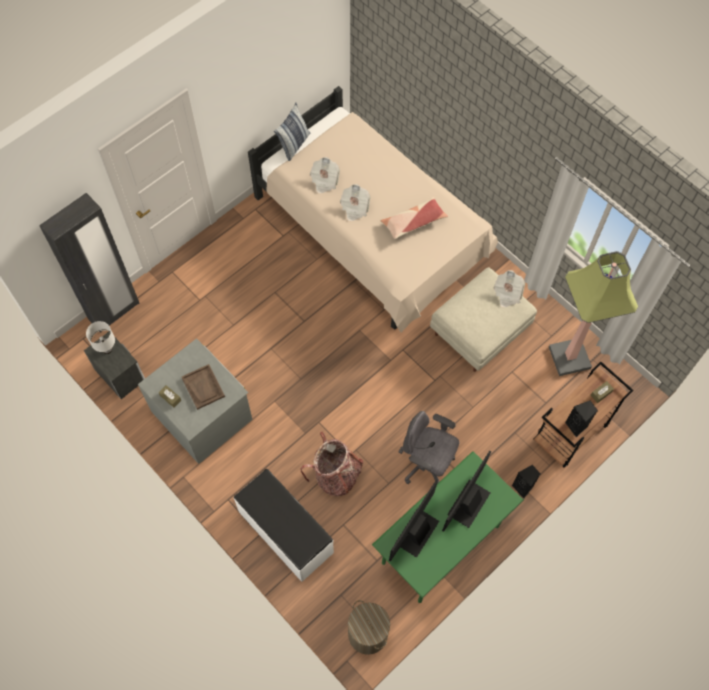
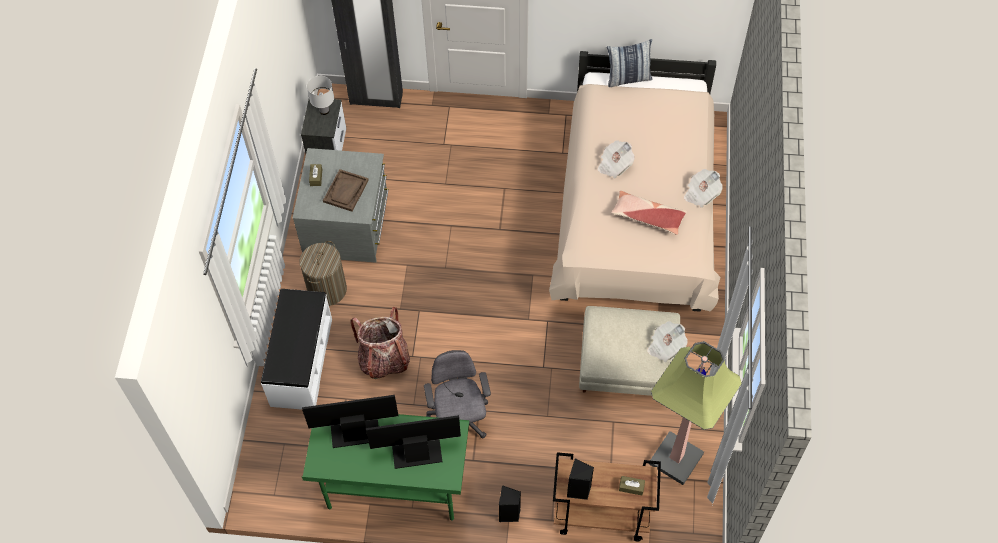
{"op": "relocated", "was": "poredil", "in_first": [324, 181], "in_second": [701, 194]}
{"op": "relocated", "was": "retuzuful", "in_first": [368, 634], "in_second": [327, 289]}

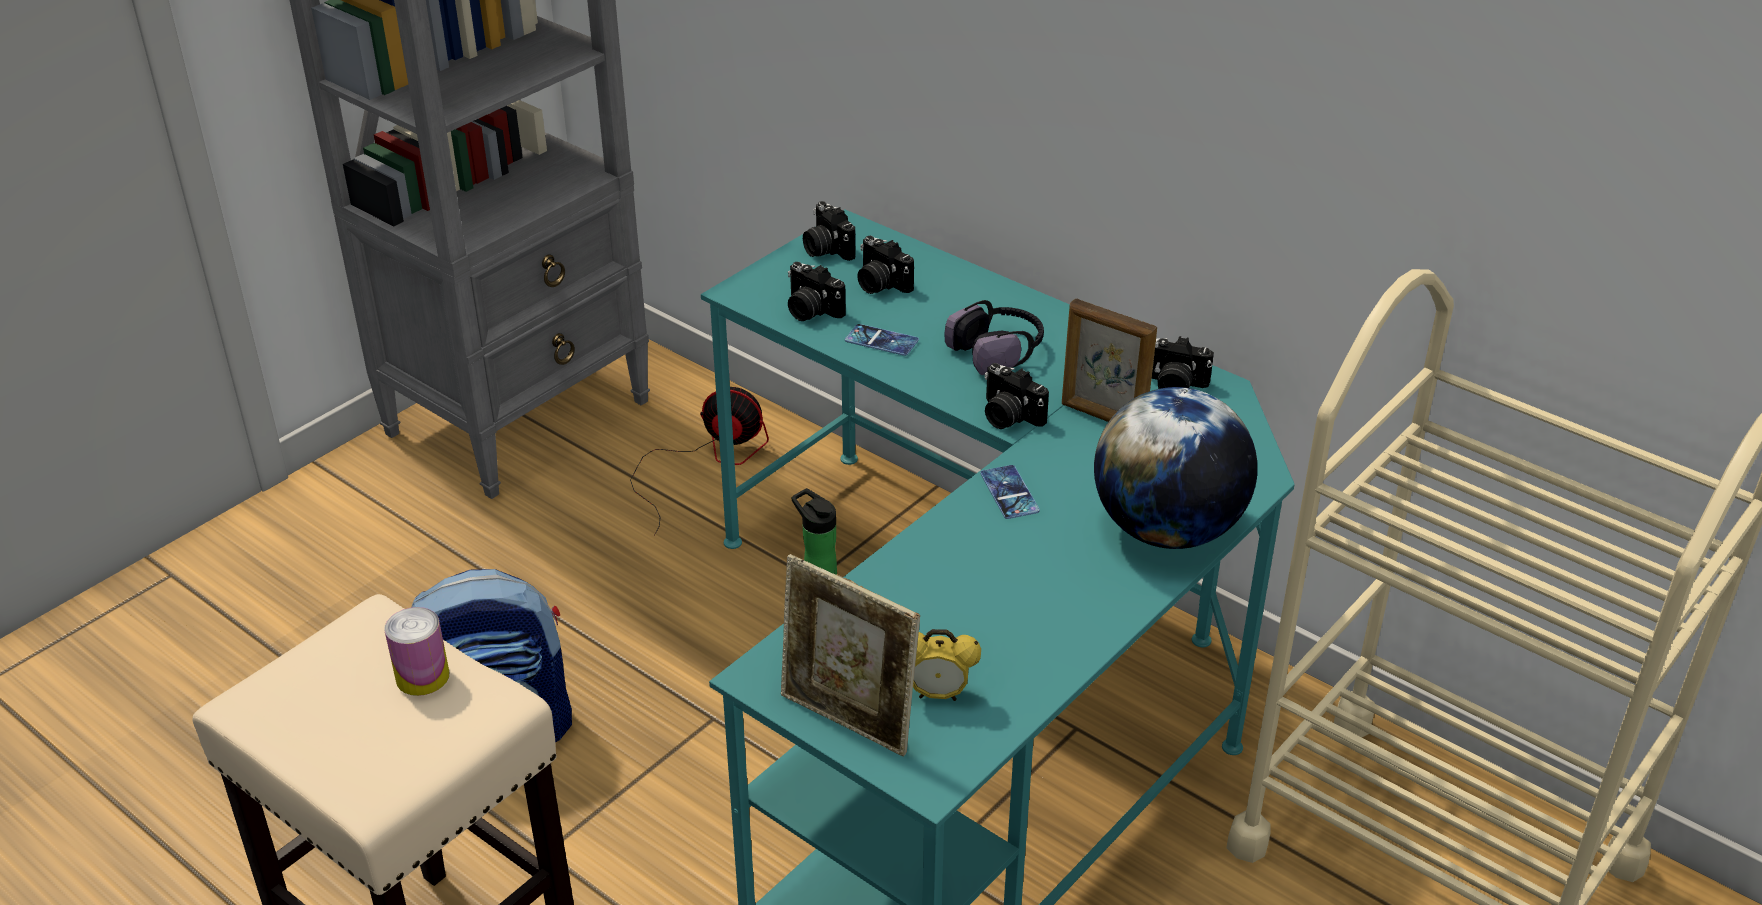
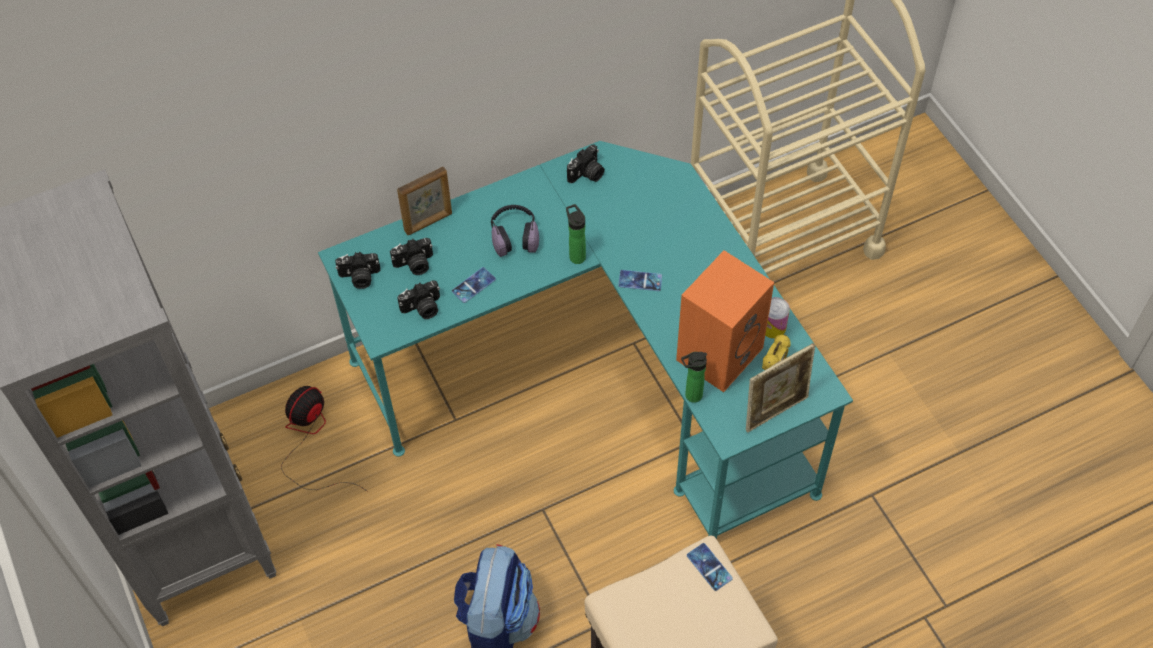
{"op": "missing", "was": "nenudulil", "in_first": [1167, 530]}
{"op": "appeared", "now": "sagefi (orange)", "in_second": [719, 351]}
{"op": "appeared", "now": "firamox", "in_second": [709, 567]}
{"op": "relocated", "was": "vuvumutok", "in_first": [422, 676], "in_second": [773, 327]}
{"op": "relocated", "was": "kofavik", "in_first": [1102, 417], "in_second": [429, 222]}
{"op": "exchanged", "was": "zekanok", "now": "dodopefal", "in_first": [1008, 416], "in_second": [576, 255]}

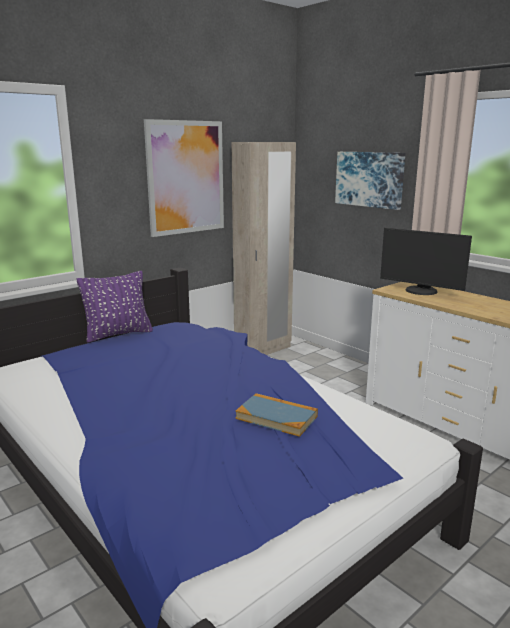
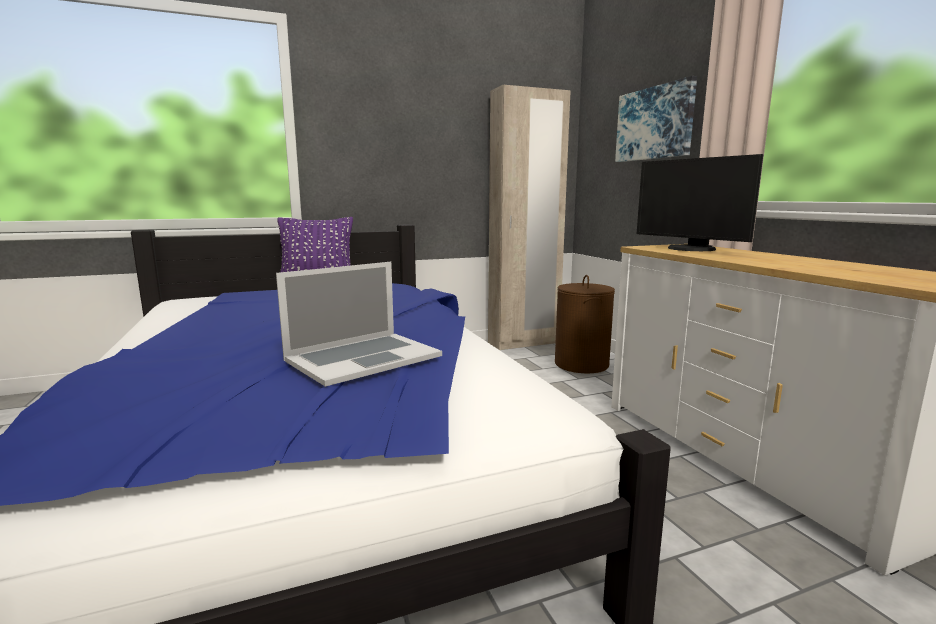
{"op": "missing", "was": "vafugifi", "in_first": [186, 177]}
{"op": "appeared", "now": "retuzuful (brown)", "in_second": [581, 364]}
{"op": "exchanged", "was": "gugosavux", "now": "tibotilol", "in_first": [276, 417], "in_second": [363, 358]}

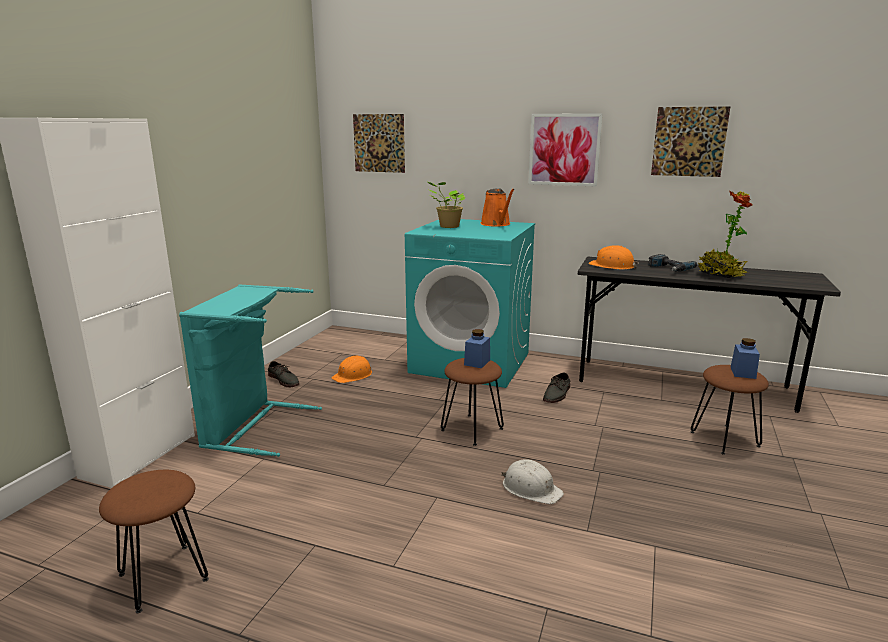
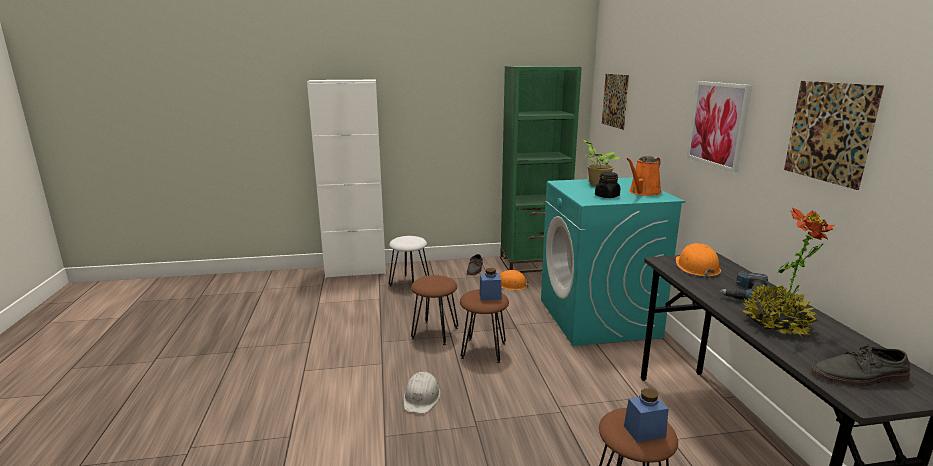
{"op": "appeared", "now": "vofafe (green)", "in_second": [533, 264]}
{"op": "appeared", "now": "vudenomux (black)", "in_second": [607, 196]}
{"op": "relocated", "was": "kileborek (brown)", "in_first": [163, 576], "in_second": [435, 333]}
{"op": "relocated", "was": "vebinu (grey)", "in_first": [557, 394], "in_second": [859, 376]}
{"op": "exchanged", "was": "retuzuful (turquoise)", "now": "kileborek (white)", "in_first": [252, 427], "in_second": [409, 283]}

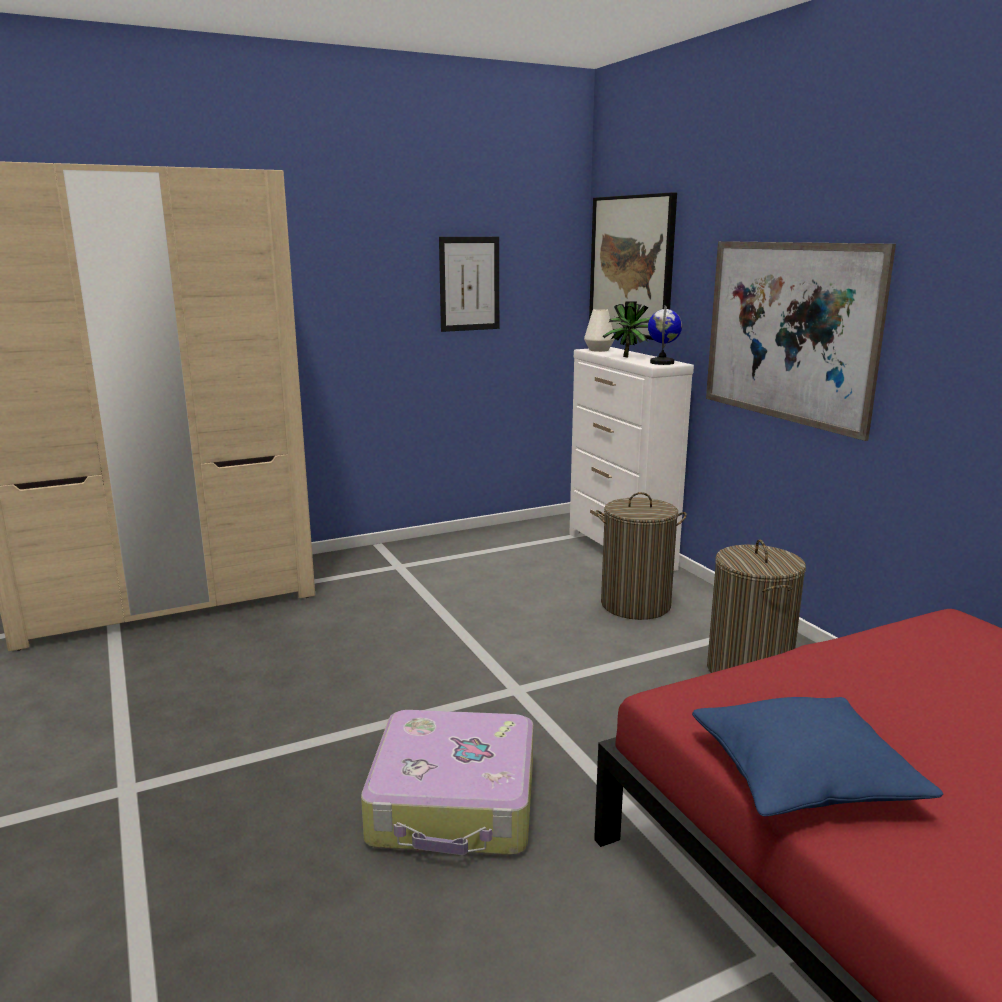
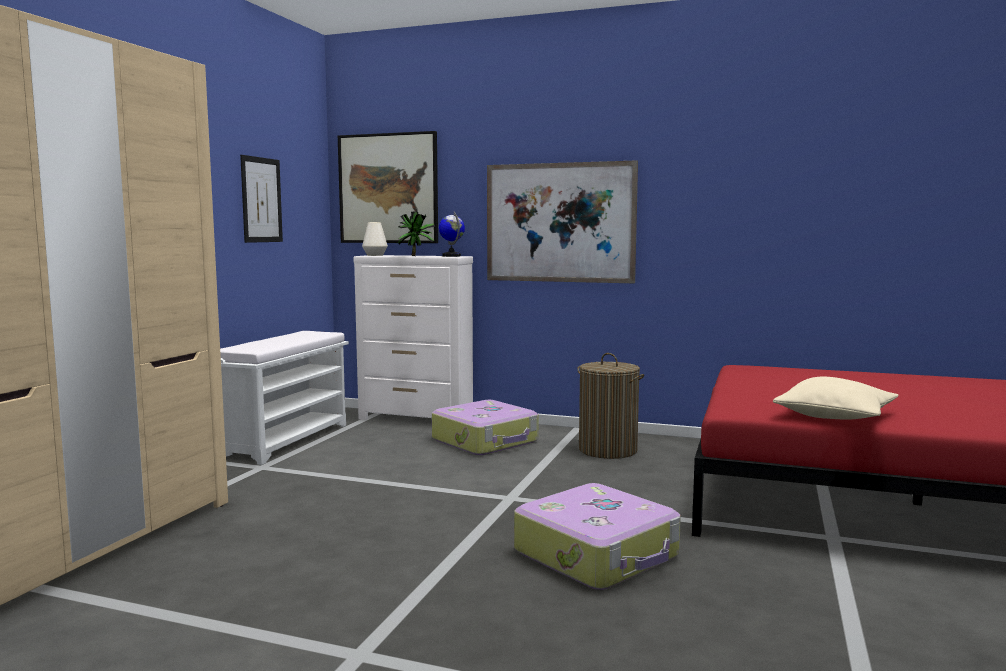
{"op": "appeared", "now": "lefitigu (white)", "in_second": [285, 440]}
{"op": "exchanged", "was": "retuzuful", "now": "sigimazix", "in_first": [636, 604], "in_second": [486, 441]}
{"op": "colour", "was": "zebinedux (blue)", "now": "zebinedux (beige)", "in_first": [803, 778], "in_second": [835, 416]}

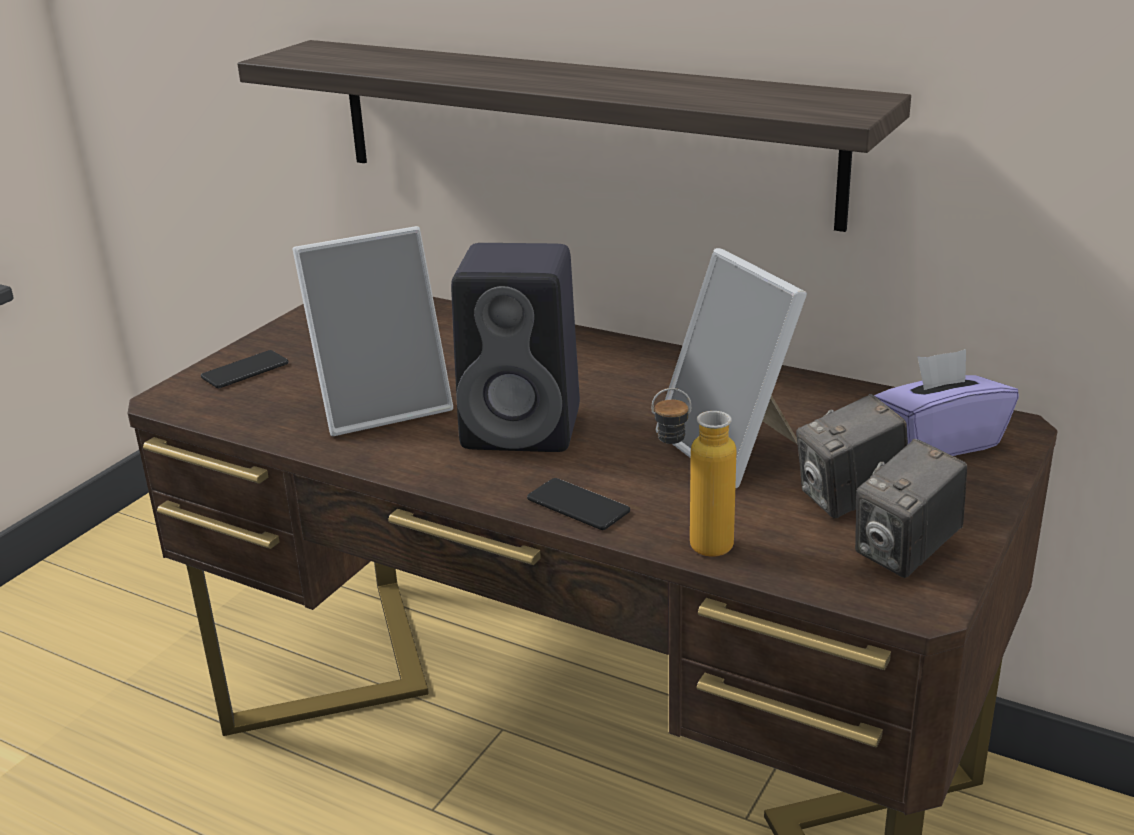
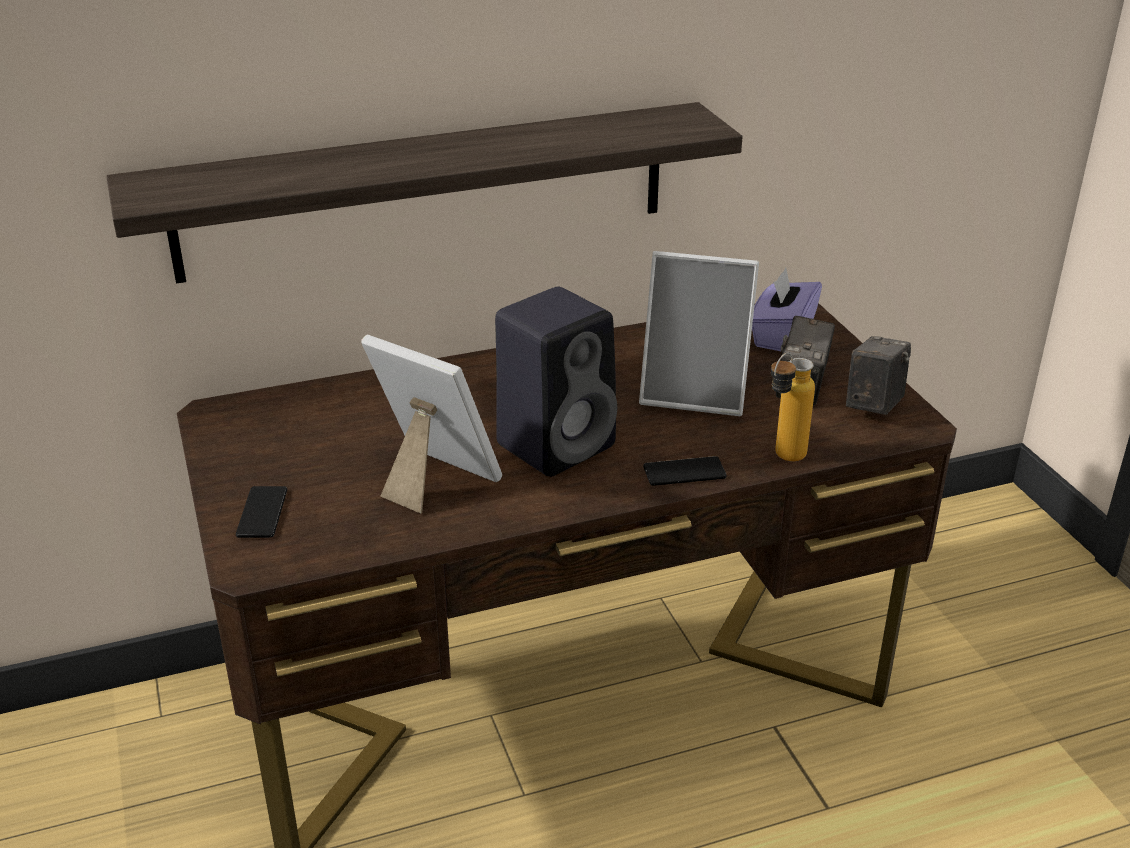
{"op": "spun", "was": "kofavik", "in_first": [383, 406], "in_second": [431, 480], "clockwise": -75}
{"op": "spun", "was": "zekanok", "in_first": [906, 553], "in_second": [873, 405], "clockwise": -150}

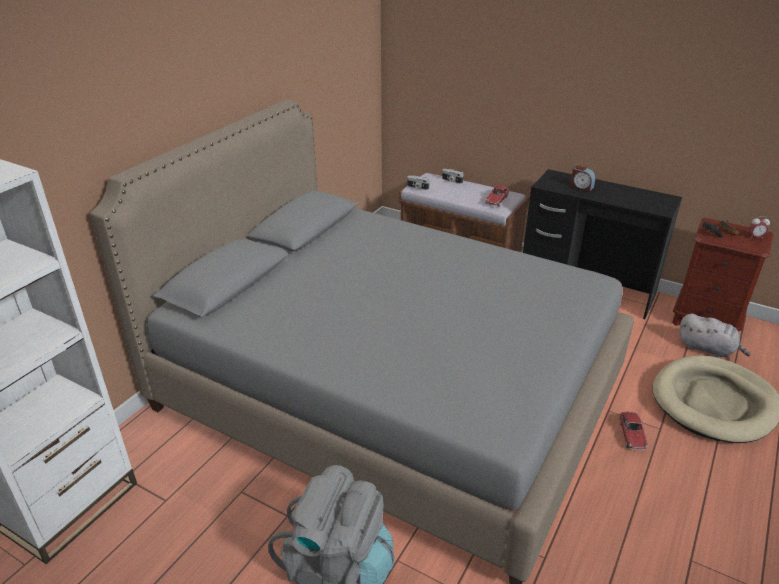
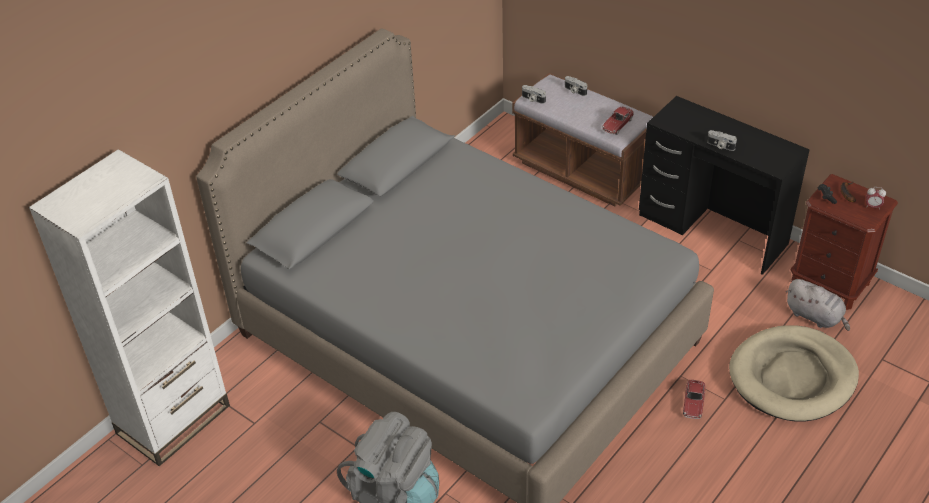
{"op": "missing", "was": "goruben", "in_first": [581, 186]}
{"op": "appeared", "now": "zekanok", "in_second": [720, 146]}

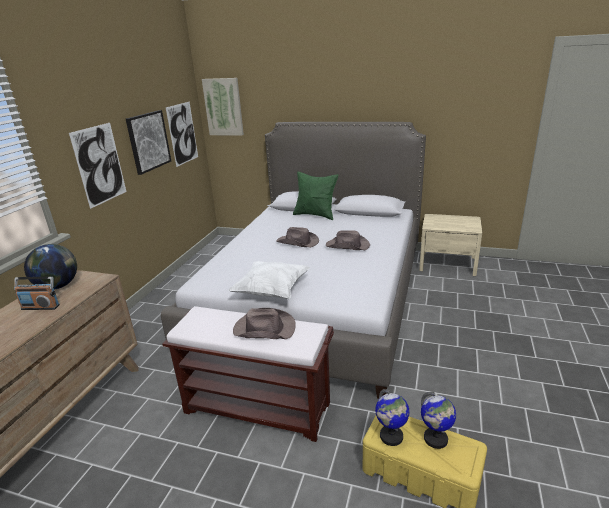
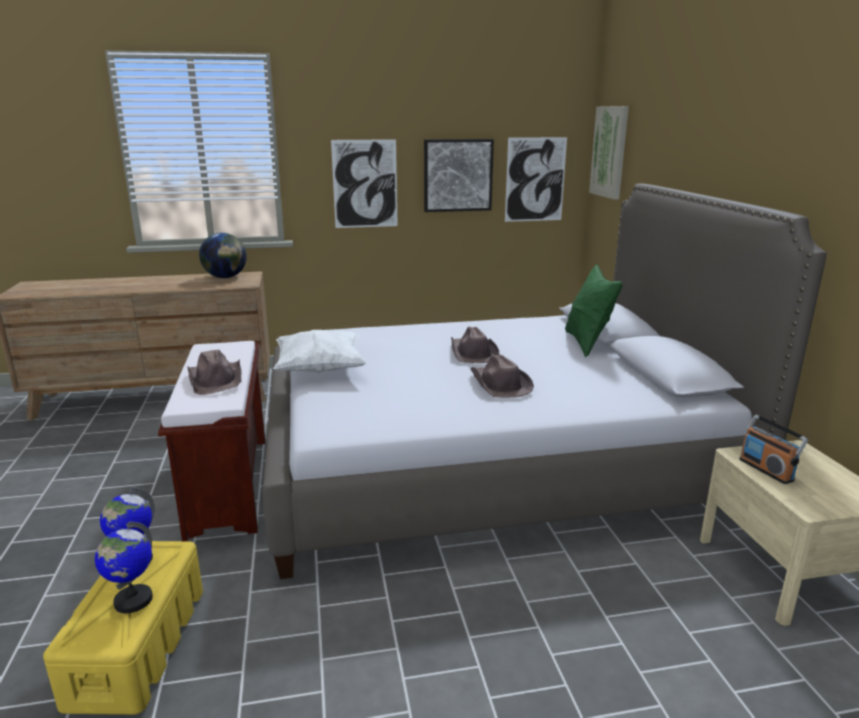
{"op": "relocated", "was": "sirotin", "in_first": [41, 307], "in_second": [766, 470]}

